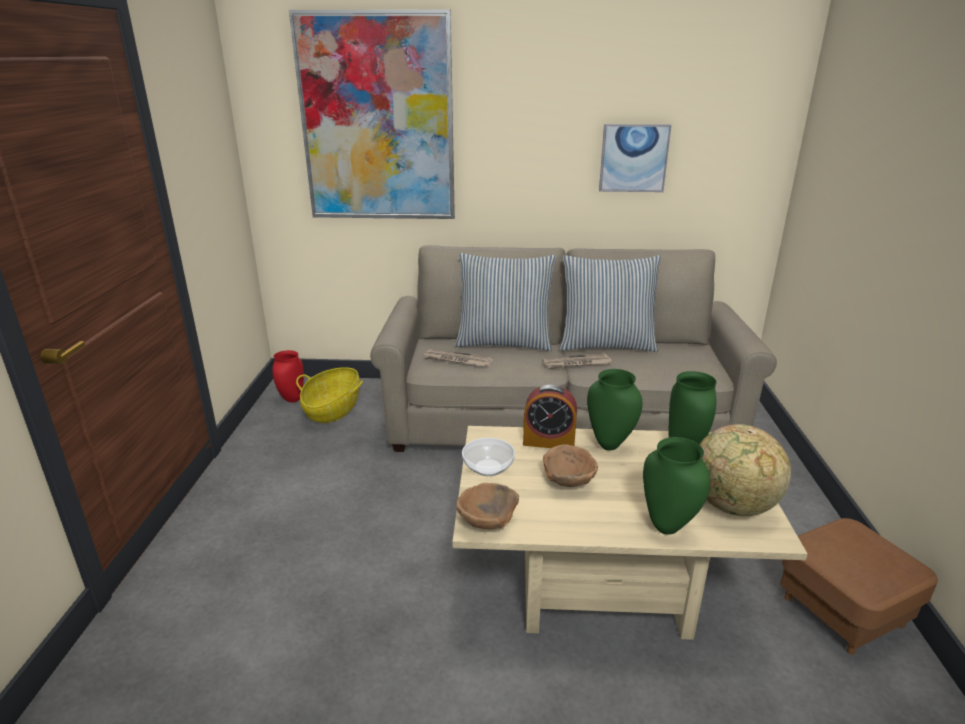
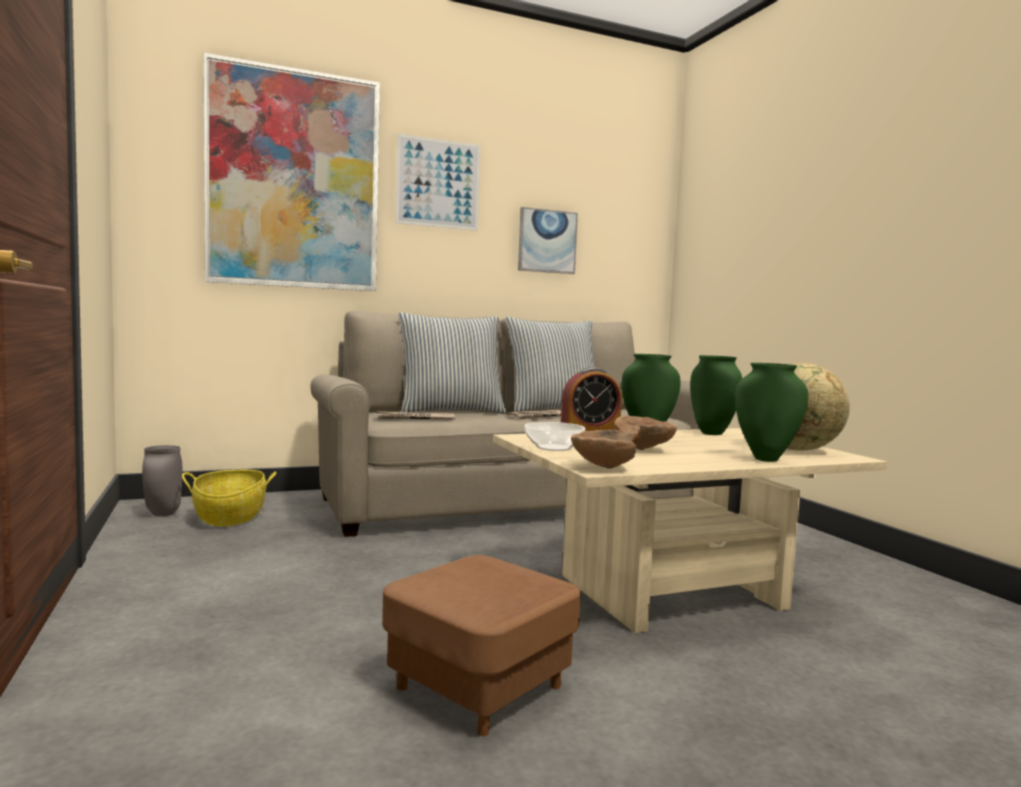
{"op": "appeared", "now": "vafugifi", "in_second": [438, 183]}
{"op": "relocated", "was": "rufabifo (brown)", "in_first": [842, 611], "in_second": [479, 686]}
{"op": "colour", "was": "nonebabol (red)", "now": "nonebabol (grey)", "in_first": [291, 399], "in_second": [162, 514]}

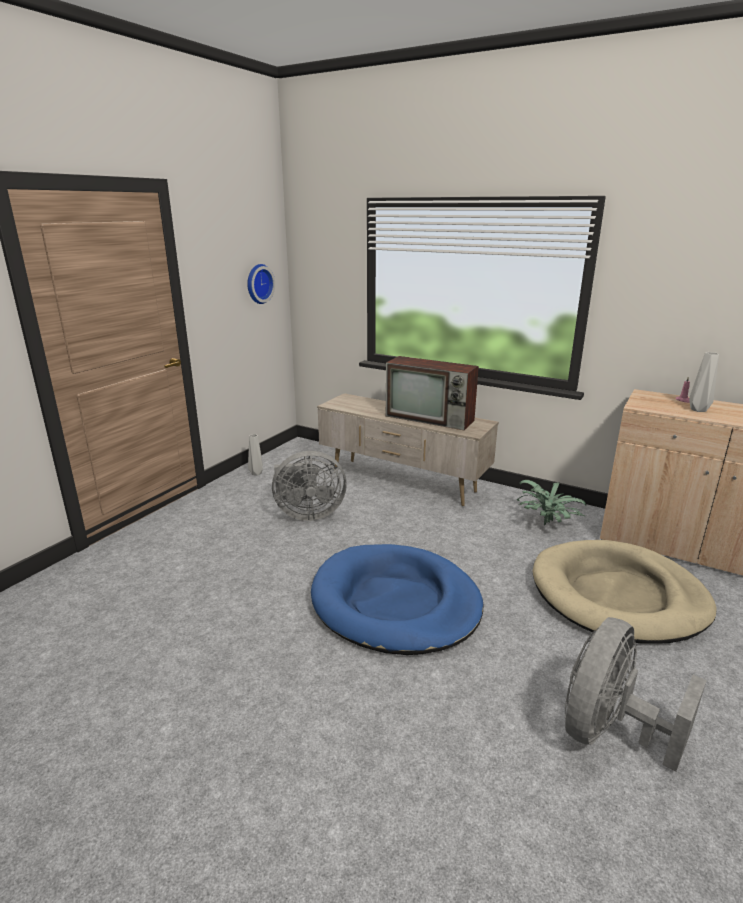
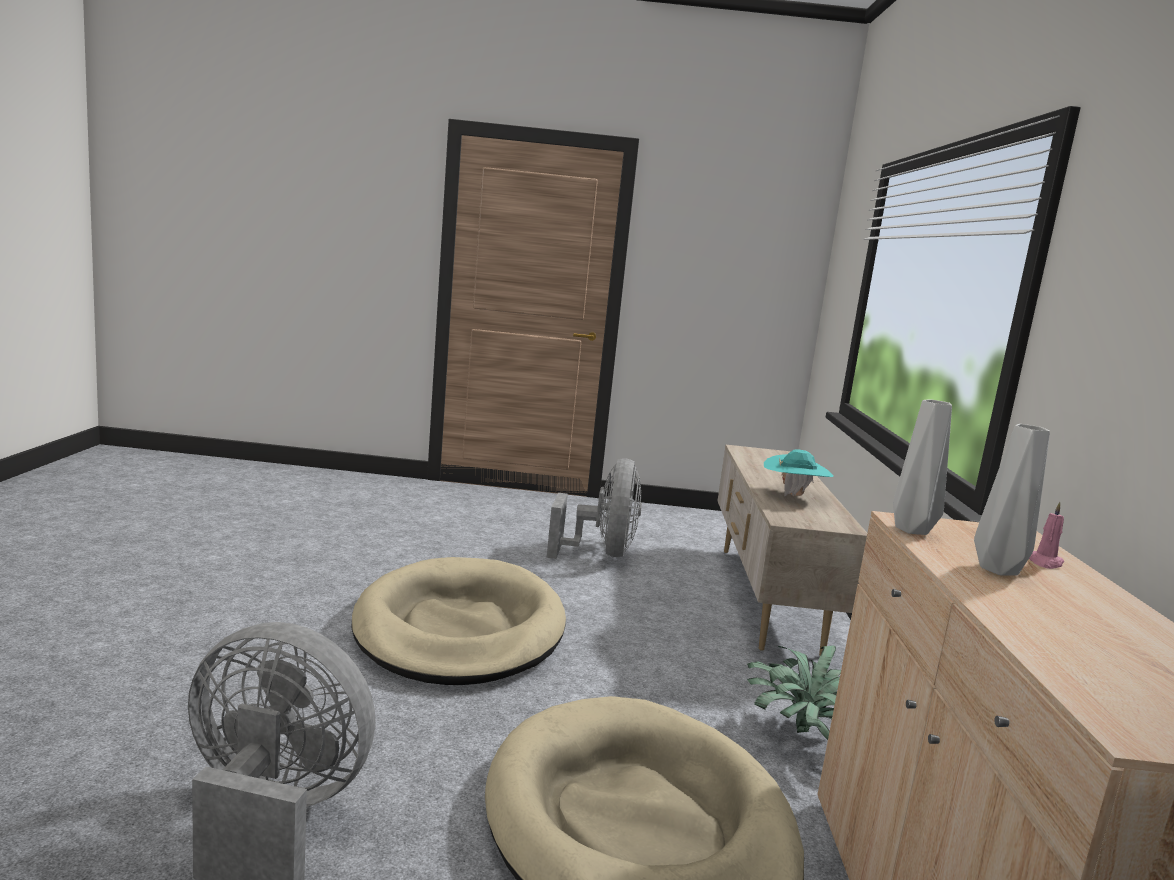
{"op": "missing", "was": "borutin", "in_first": [258, 284]}
{"op": "relocated", "was": "nonebabol (grey)", "in_first": [257, 473], "in_second": [914, 530]}
{"op": "exchanged", "was": "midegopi", "now": "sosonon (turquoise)", "in_first": [431, 418], "in_second": [794, 496]}
{"op": "colour", "was": "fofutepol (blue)", "now": "fofutepol (beige)", "in_first": [395, 603], "in_second": [460, 629]}
{"op": "spun", "was": "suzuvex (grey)", "in_first": [307, 514], "in_second": [601, 553], "clockwise": -135}

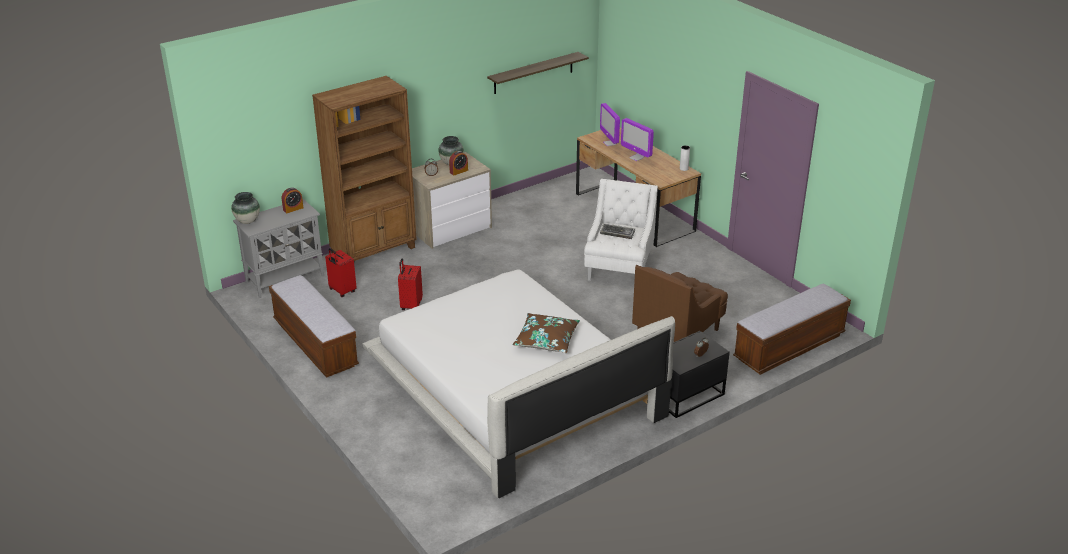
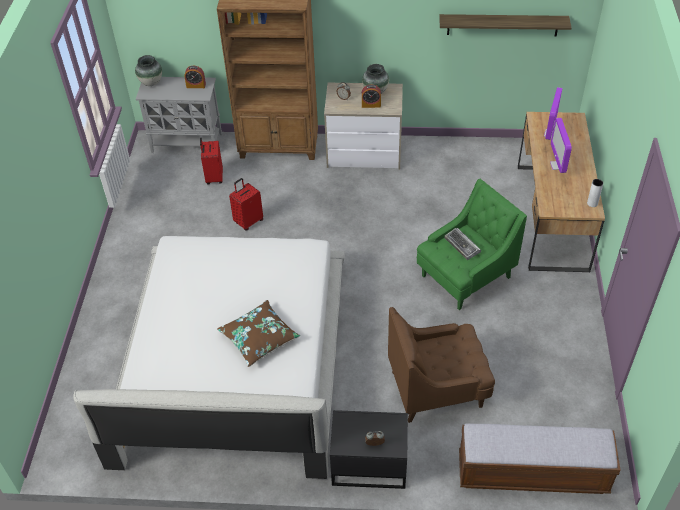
{"op": "missing", "was": "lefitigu", "in_first": [315, 343]}
{"op": "colour", "was": "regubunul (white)", "now": "regubunul (green)", "in_first": [619, 268], "in_second": [465, 277]}

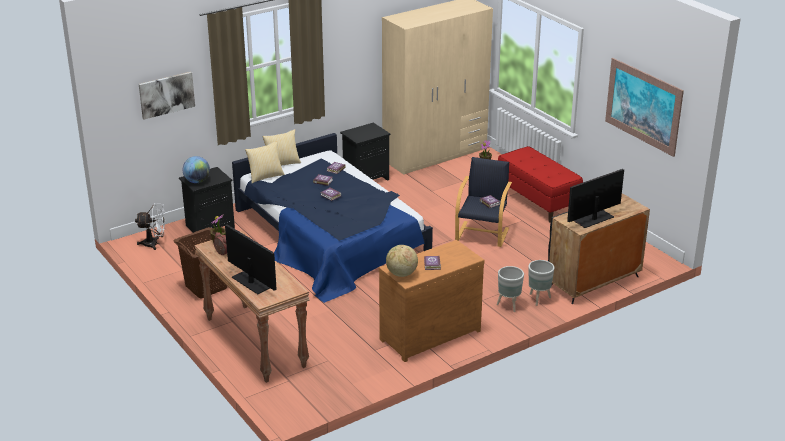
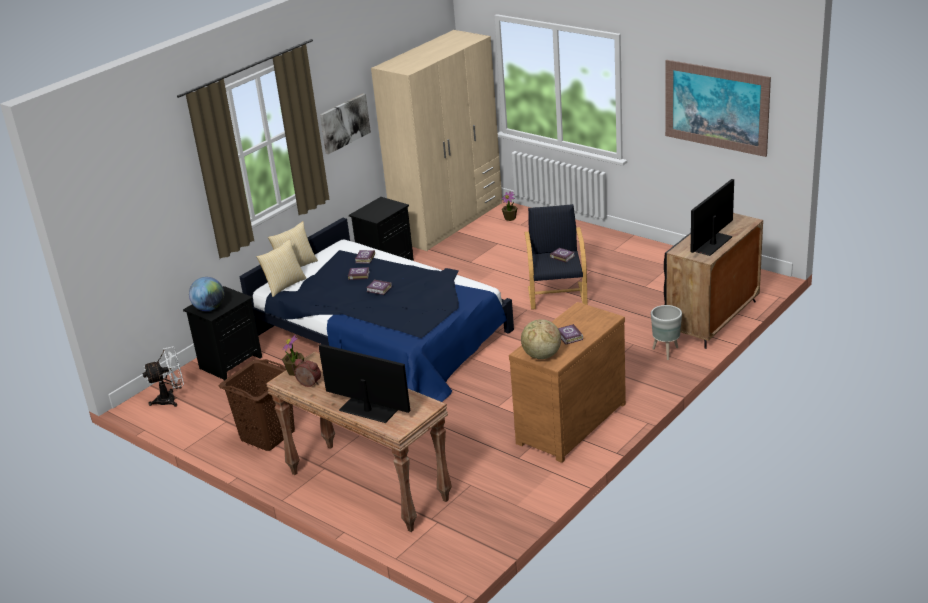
{"op": "missing", "was": "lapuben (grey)", "in_first": [509, 305]}
{"op": "missing", "was": "lefitigu (red)", "in_first": [537, 201]}
{"op": "relocated", "was": "vafugifi", "in_first": [166, 94], "in_second": [344, 123]}

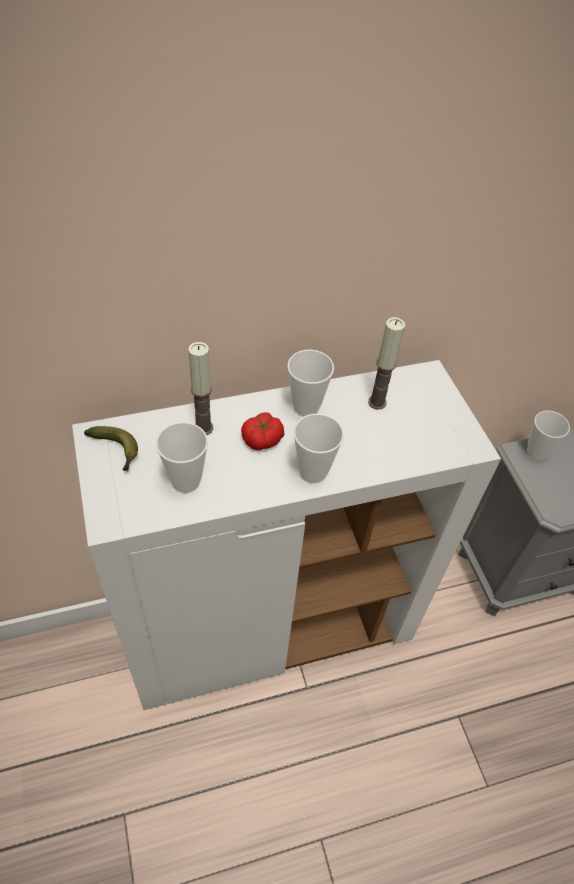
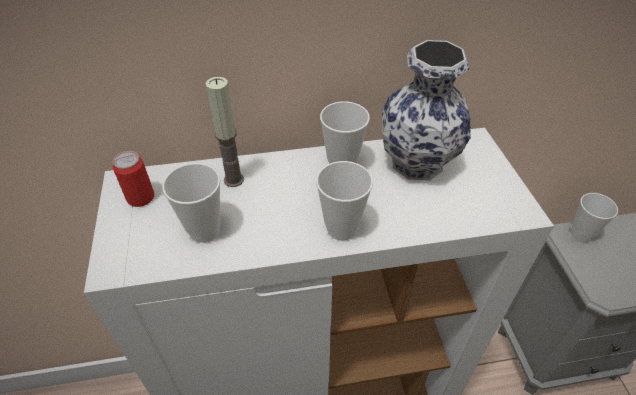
{"op": "missing", "was": "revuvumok", "in_first": [262, 439]}
{"op": "exchanged", "was": "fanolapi", "now": "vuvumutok", "in_first": [116, 451], "in_second": [140, 197]}
{"op": "exchanged", "was": "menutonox", "now": "nonebabol", "in_first": [377, 402], "in_second": [417, 163]}

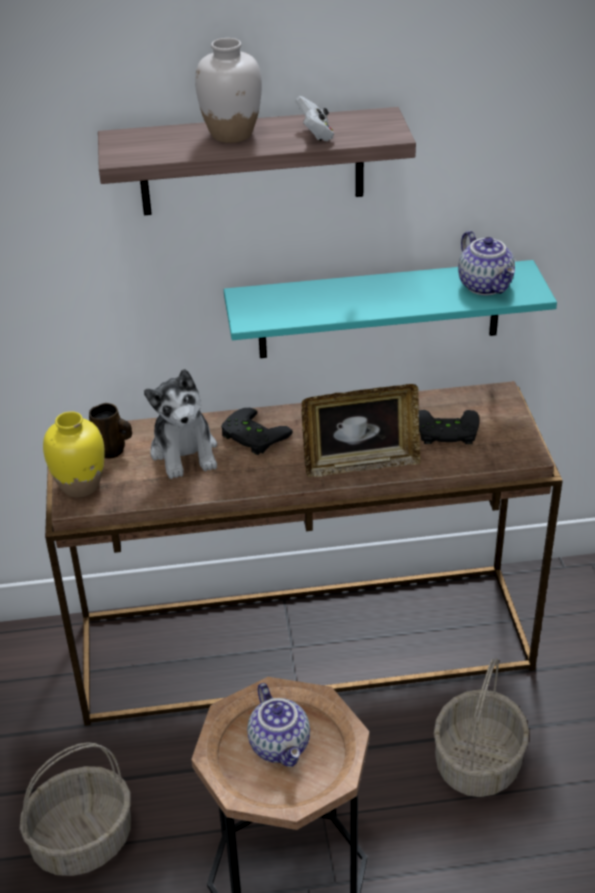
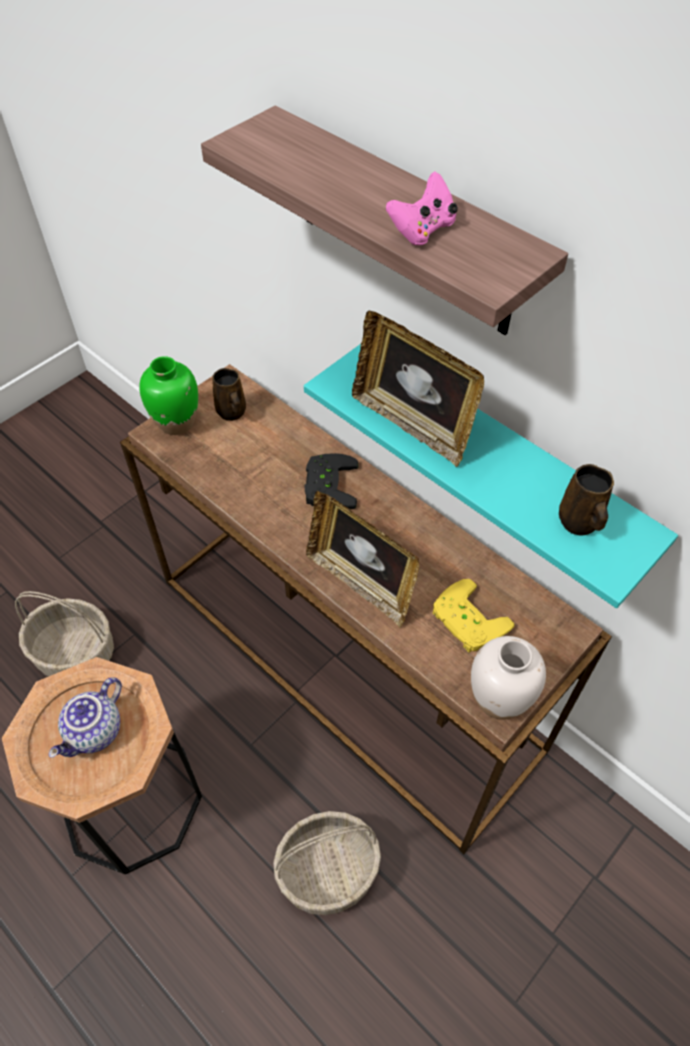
{"op": "missing", "was": "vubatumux", "in_first": [185, 452]}
{"op": "appeared", "now": "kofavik", "in_second": [412, 424]}
{"op": "relocated", "was": "nonebabol (white)", "in_first": [231, 134], "in_second": [498, 700]}
{"op": "exchanged", "was": "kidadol", "now": "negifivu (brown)", "in_first": [486, 286], "in_second": [579, 523]}
{"op": "colour", "was": "nonebabol (yellow)", "now": "nonebabol (green)", "in_first": [80, 485], "in_second": [177, 422]}
{"op": "colour", "was": "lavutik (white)", "now": "lavutik (pink)", "in_first": [315, 135], "in_second": [422, 230]}
{"op": "colour", "was": "lavutik (black)", "now": "lavutik (yellow)", "in_first": [446, 433], "in_second": [465, 621]}

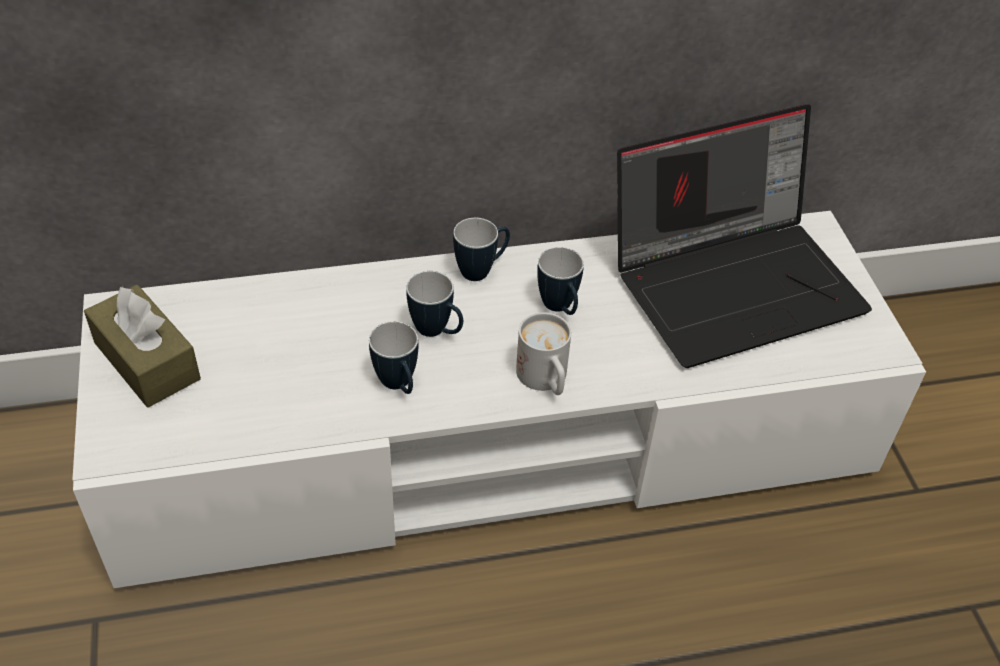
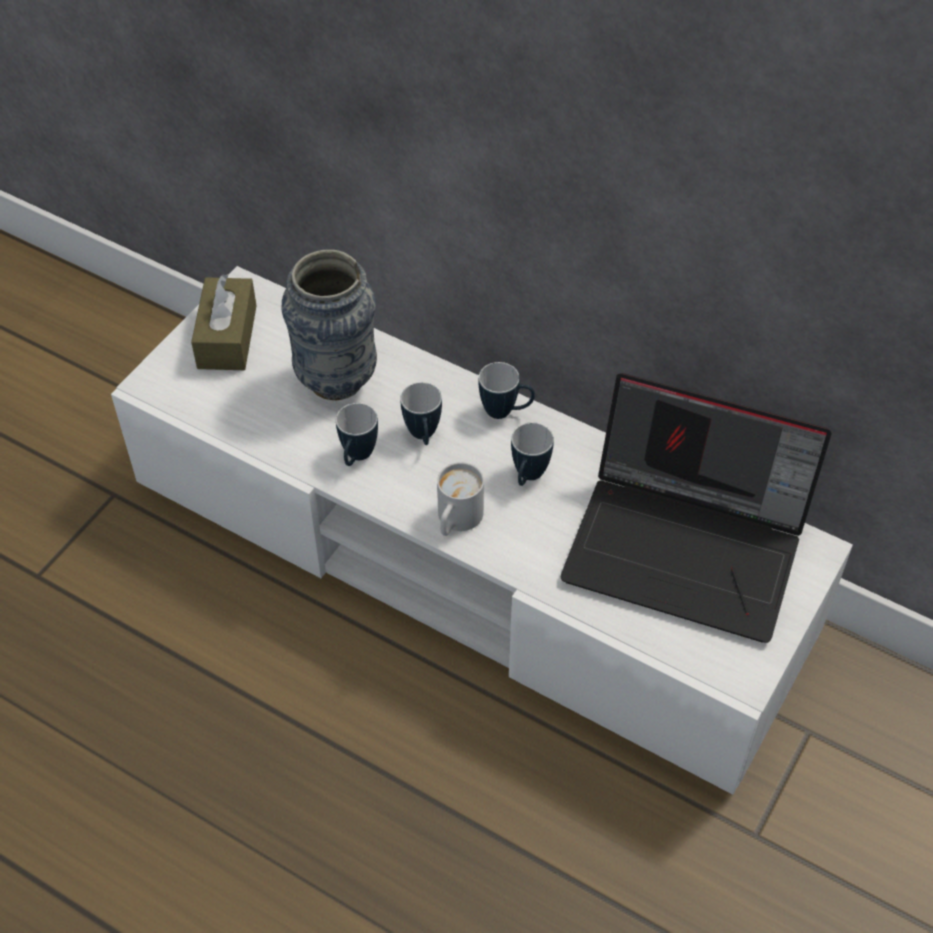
{"op": "appeared", "now": "nonebabol", "in_second": [337, 380]}

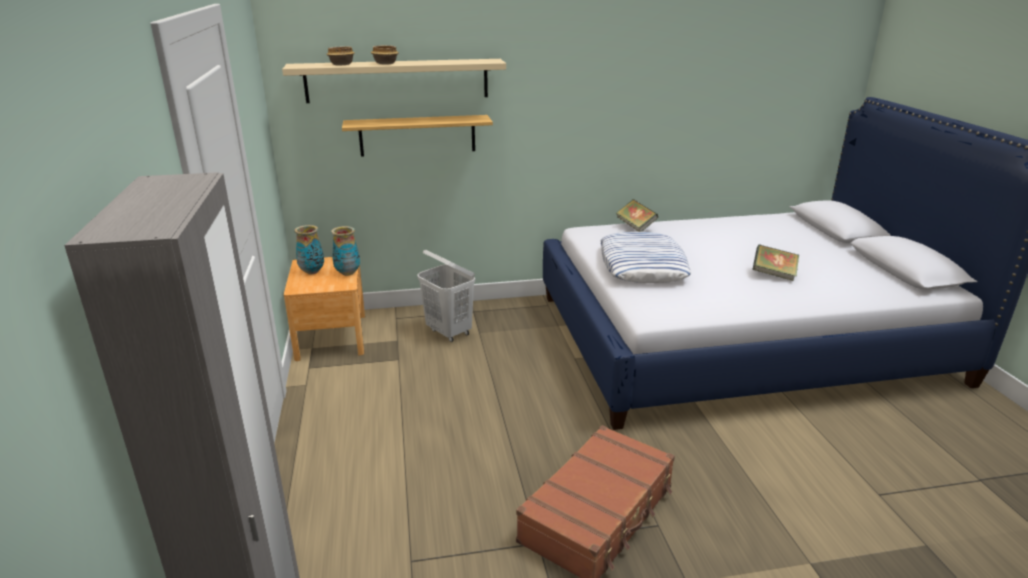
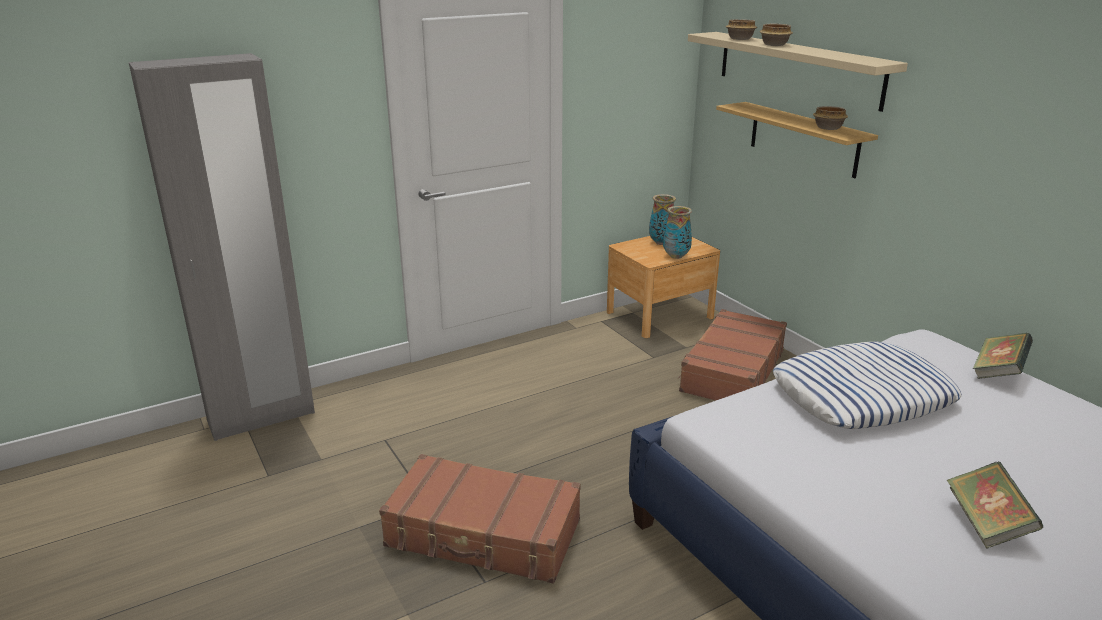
{"op": "appeared", "now": "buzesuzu", "in_second": [827, 128]}
{"op": "exchanged", "was": "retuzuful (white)", "now": "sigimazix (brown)", "in_first": [449, 332], "in_second": [732, 371]}

